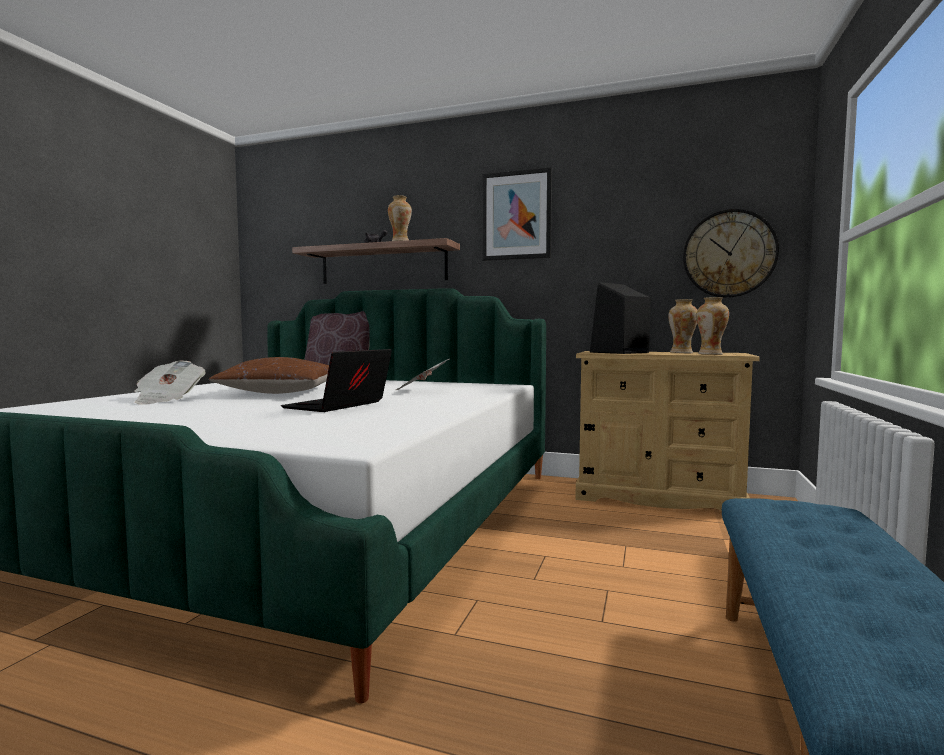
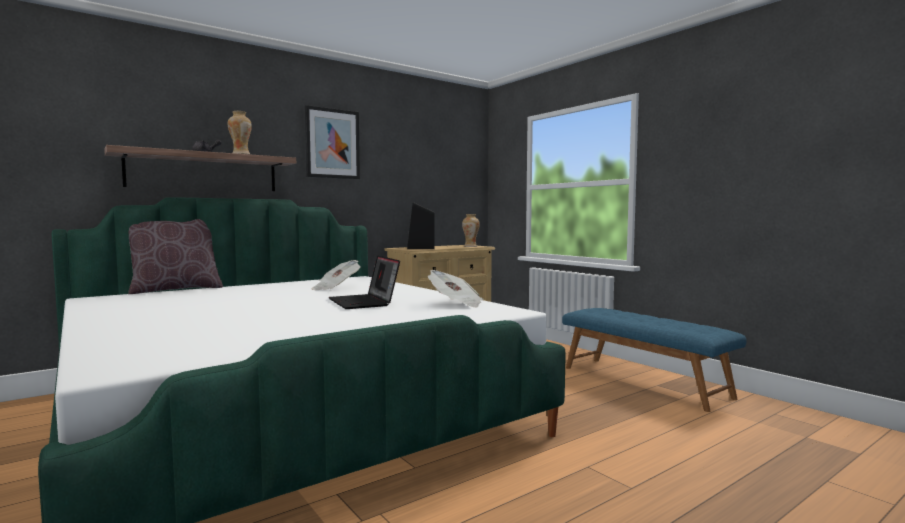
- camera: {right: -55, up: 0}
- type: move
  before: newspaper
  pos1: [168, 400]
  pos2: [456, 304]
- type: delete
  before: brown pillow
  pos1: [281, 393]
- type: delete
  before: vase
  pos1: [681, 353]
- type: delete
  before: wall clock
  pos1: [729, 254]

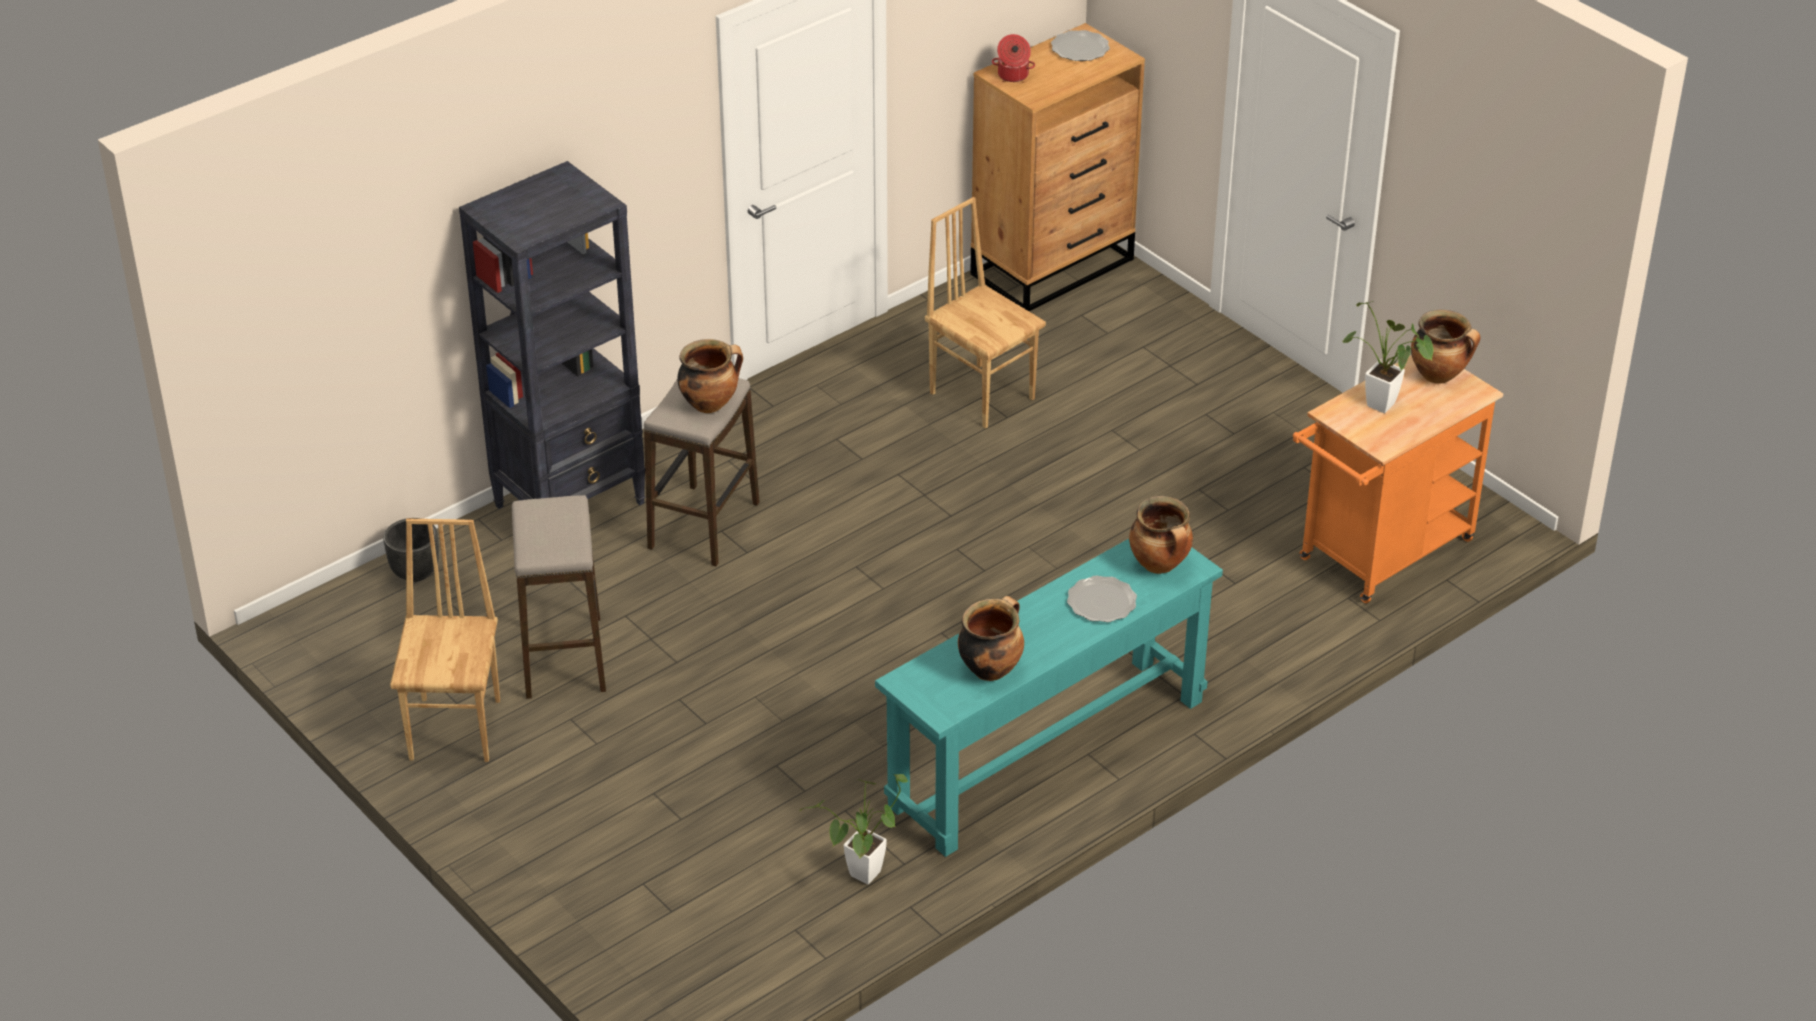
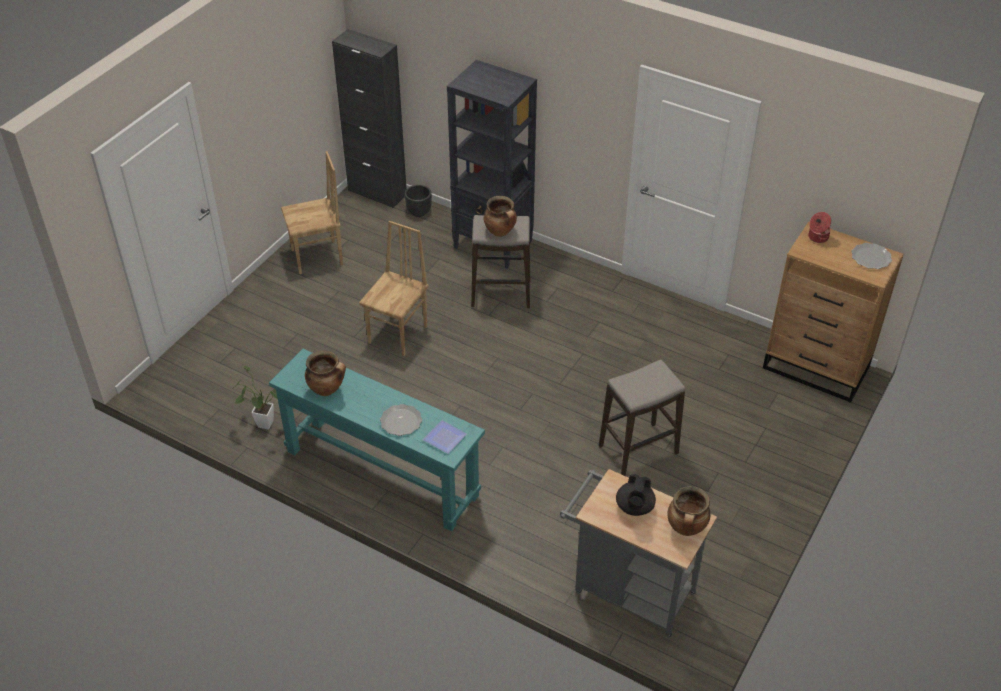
- camera: {right: 70, up: 5}
- type: insert
  after: black cabinet
  pos2: [377, 193]
- type: move
  before: brown chair
  pos1: [982, 394]
  pos2: [399, 334]
- type: replace
  before: cooking pot
  after: plate
  pos1: [1160, 565]
  pos2: [445, 439]
- type: recolor
  before: orange cart
  after: grey cart
  pos1: [1378, 555]
  pos2: [628, 590]
- type: move
  before: stool
  pos1: [563, 658]
  pos2: [638, 450]
- type: replace
  before: potted plant
  after: black teapot
  pos1: [1386, 408]
  pos2: [634, 507]

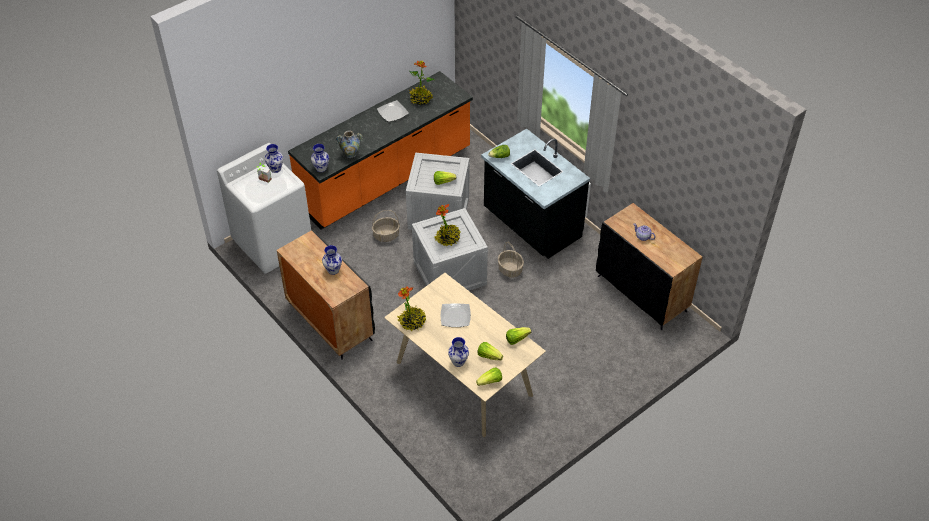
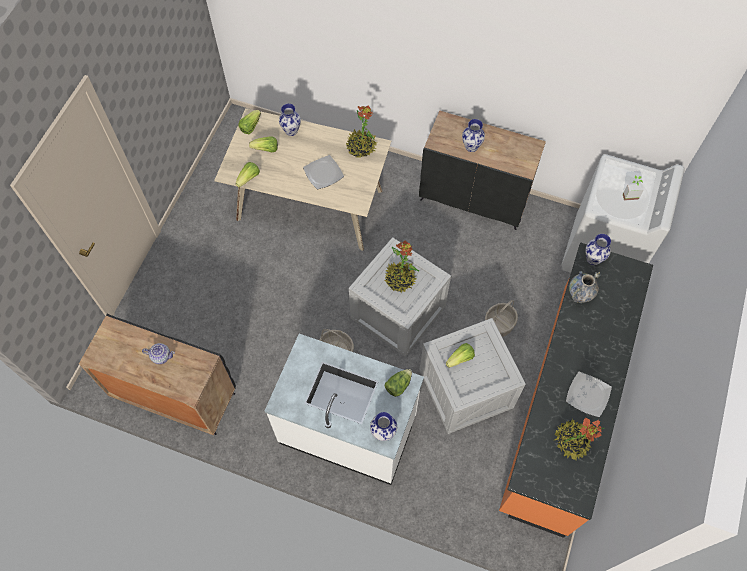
- camera: {right: 150, up: 15}
- type: recolor
  before: black counter
  after: white counter
  pos1: [531, 225]
  pos2: [348, 429]
- type: move
  before: vase
  pos1: [276, 169]
  pos2: [382, 433]

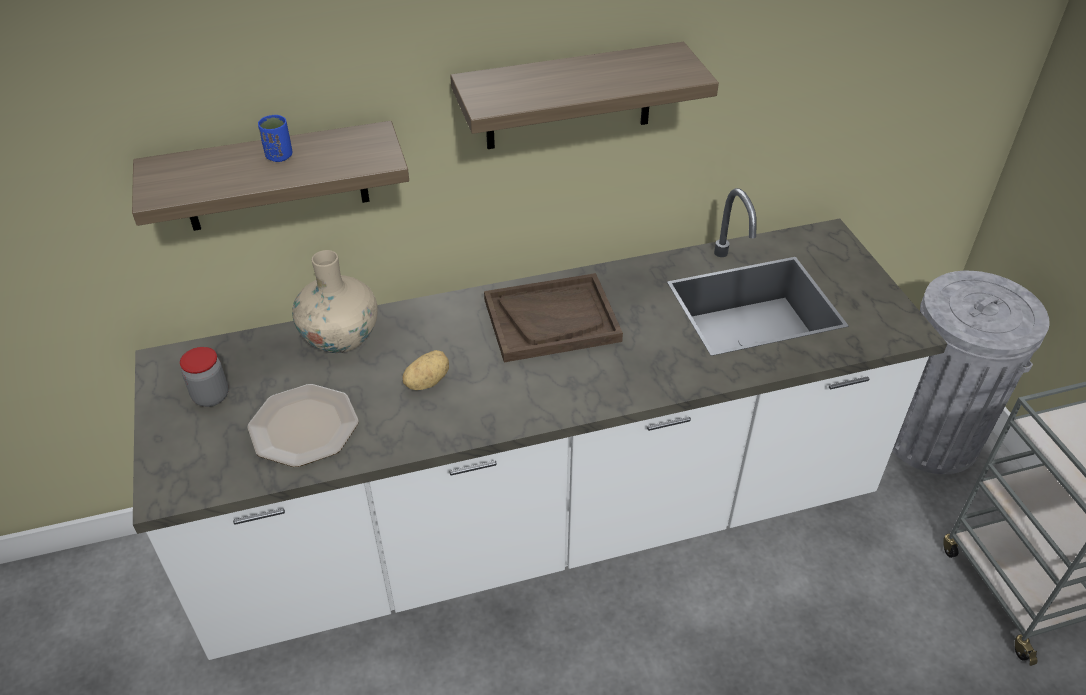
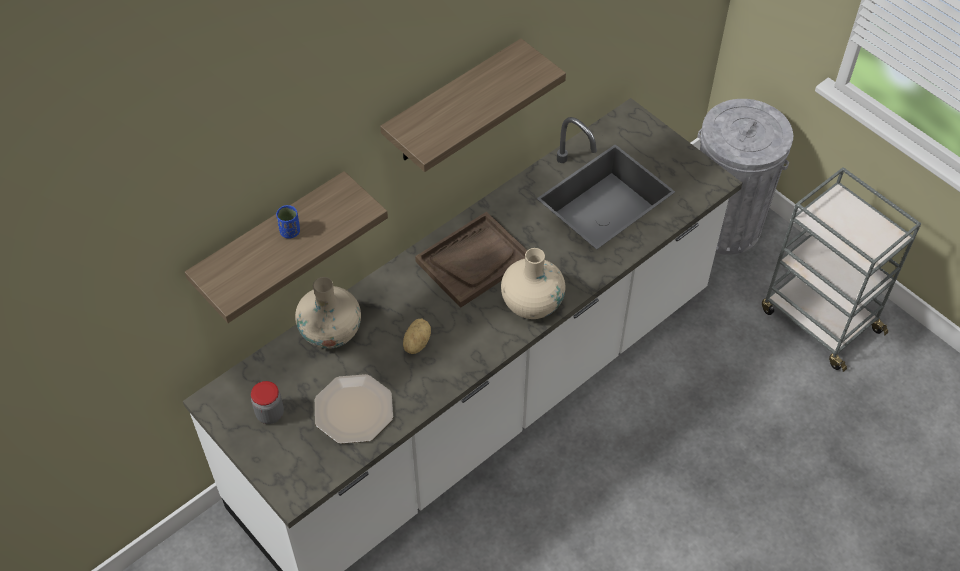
- camera: {right: -25, up: 10}
- type: insert
  after: beige vase
  pos2: [532, 303]

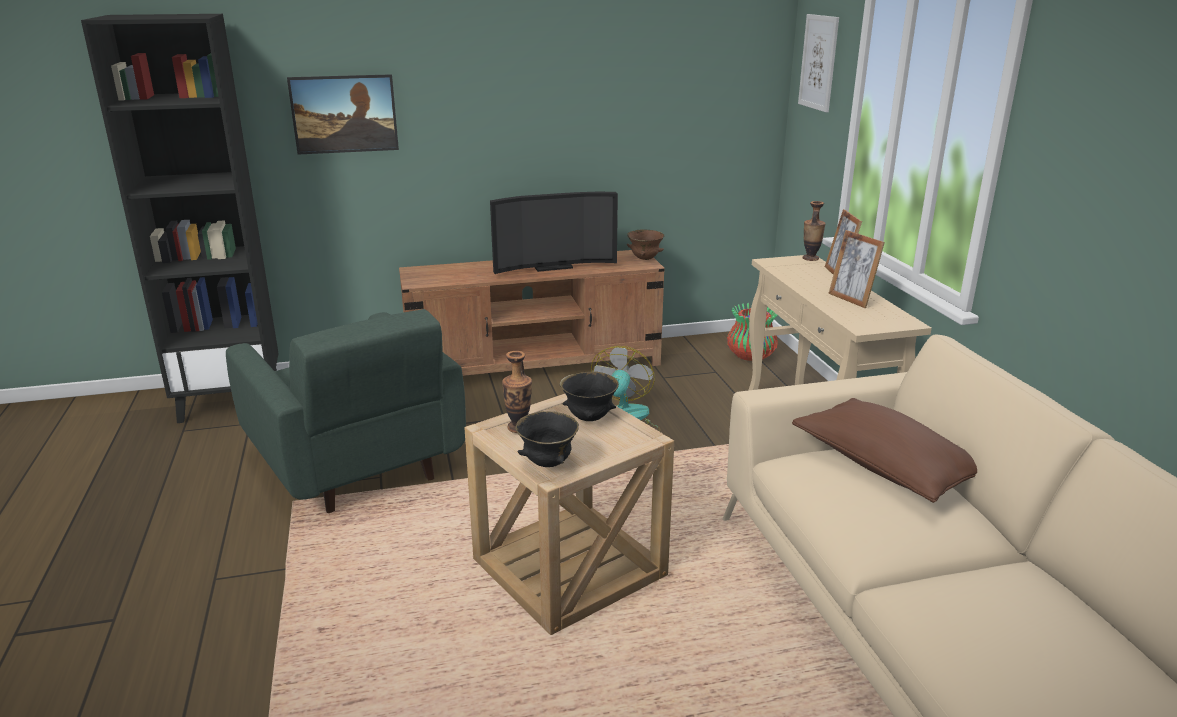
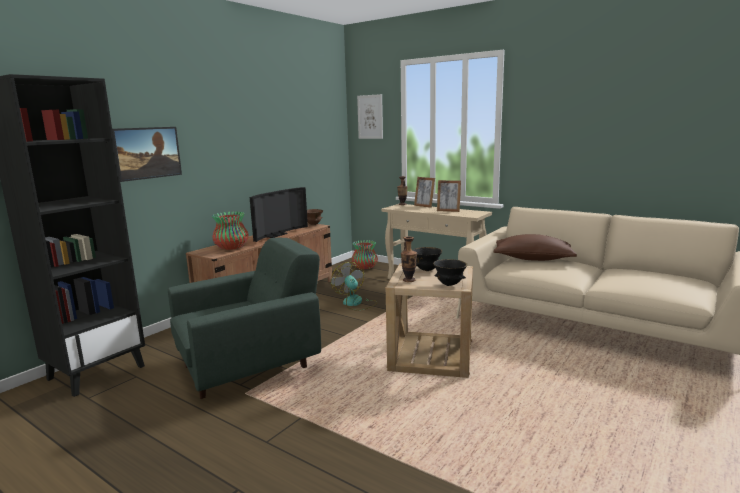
- camera: {right: -40, up: -10}
- type: rotate
  before: green armchair
  pos1: [355, 465]
  pos2: [250, 366]
  turn: -45
- type: insert
  after: vase
  pos2: [232, 247]

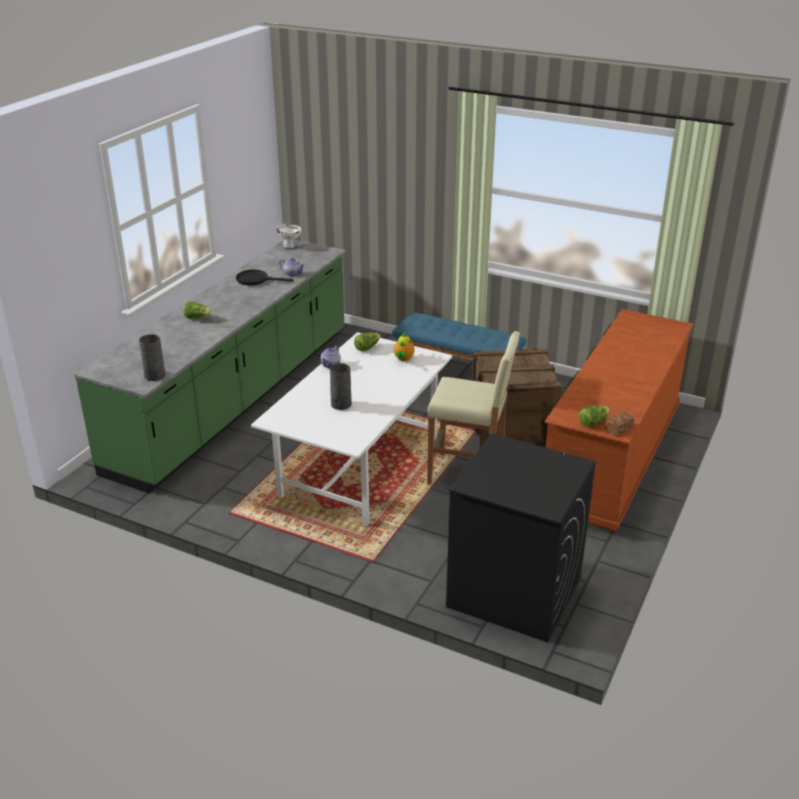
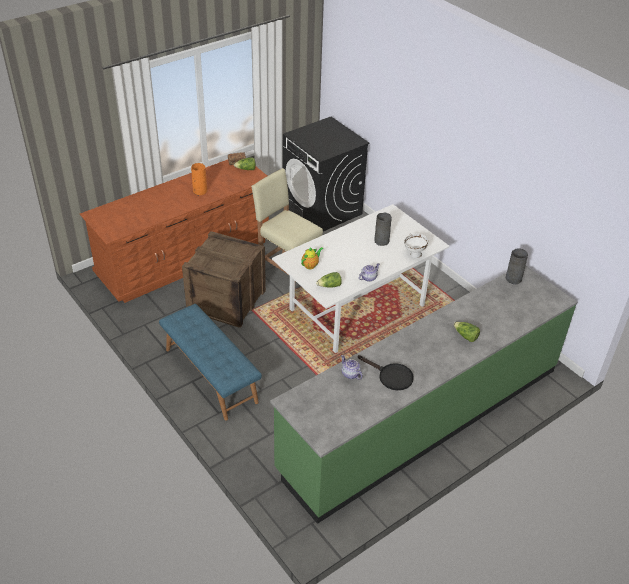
- camera: {right: -155, up: 10}
- type: insert
  after: orange vase
  pos2: [199, 191]
- type: move
  before: white bowl
  pos1: [289, 246]
  pos2: [414, 255]

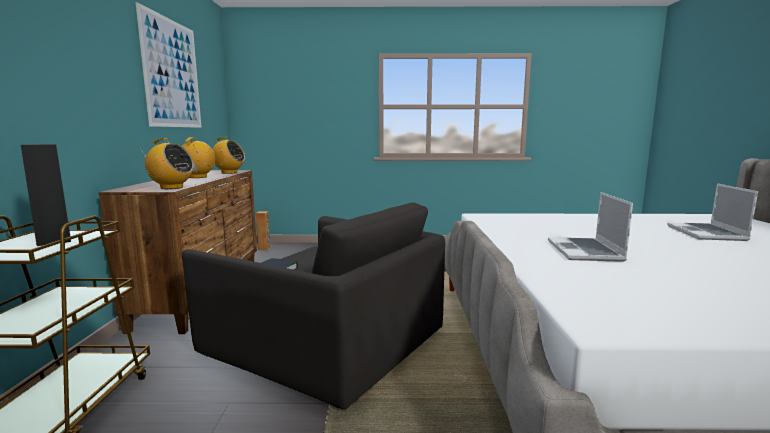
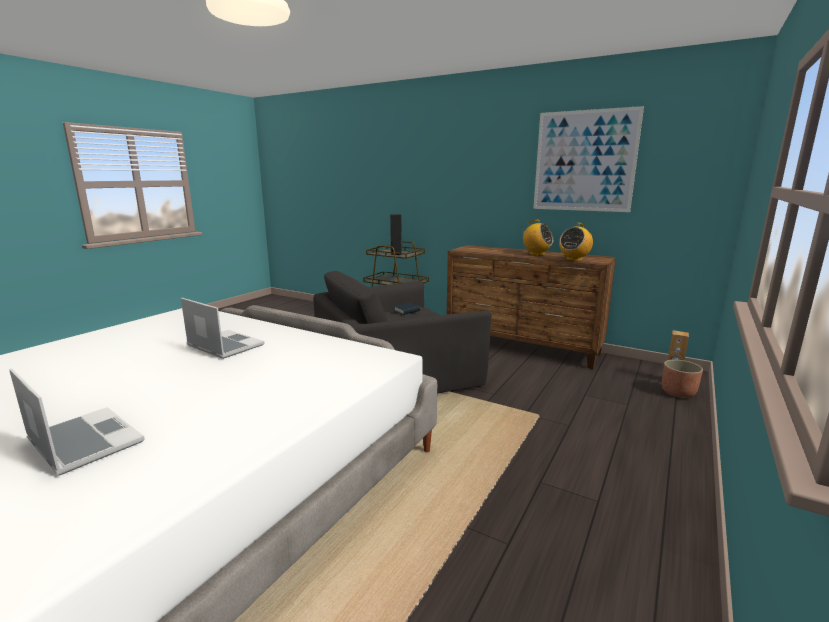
- camera: {right: 120, up: 5}
- type: insert
  after: planter
  pos2: [678, 393]
- type: delete
  before: radio
  pos1: [171, 188]

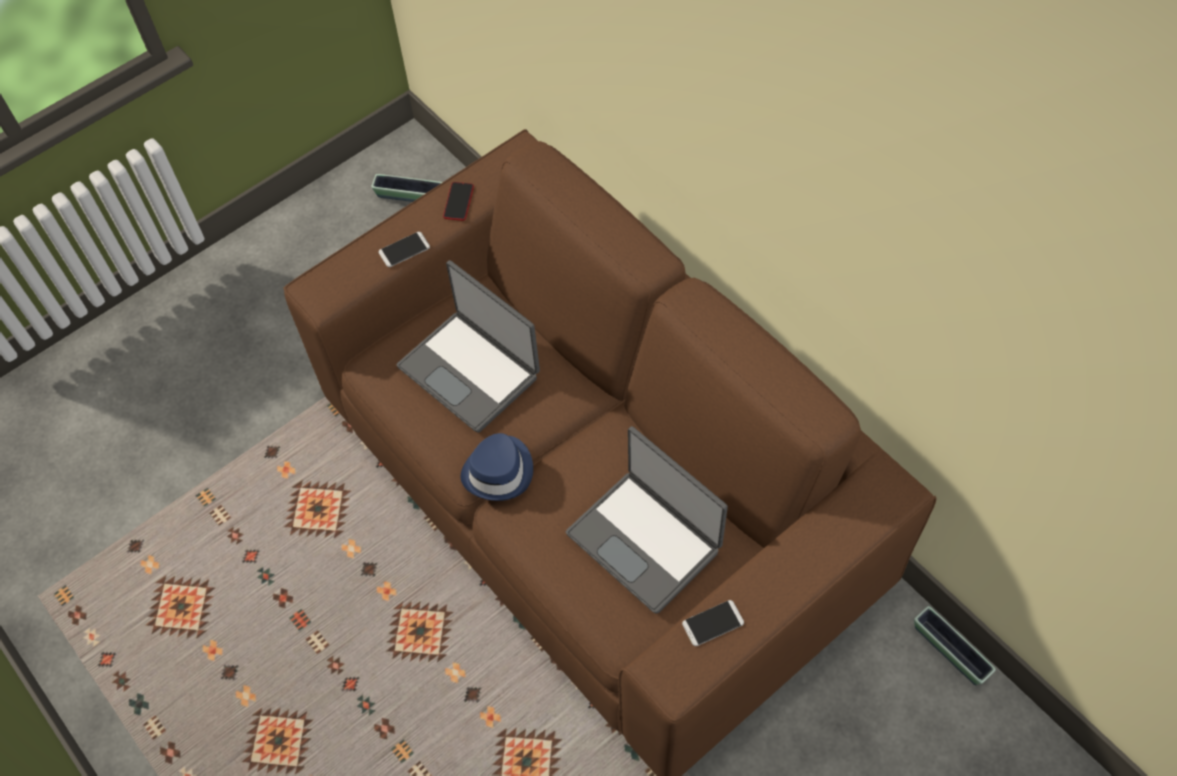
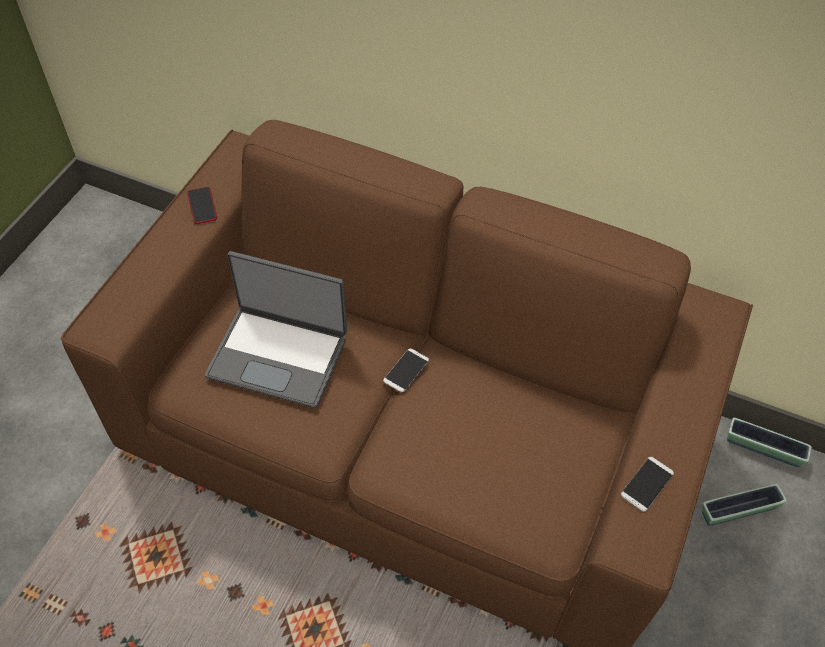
- camera: {right: -30, up: -5}
- type: move
  before: phone
  pos1: [404, 250]
  pos2: [406, 370]
- type: move
  before: planter
  pos1: [410, 196]
  pos2: [738, 510]
- type: delete
  before: blue hat
  pos1: [499, 471]
- type: delete
  before: laptop
  pos1: [645, 540]

